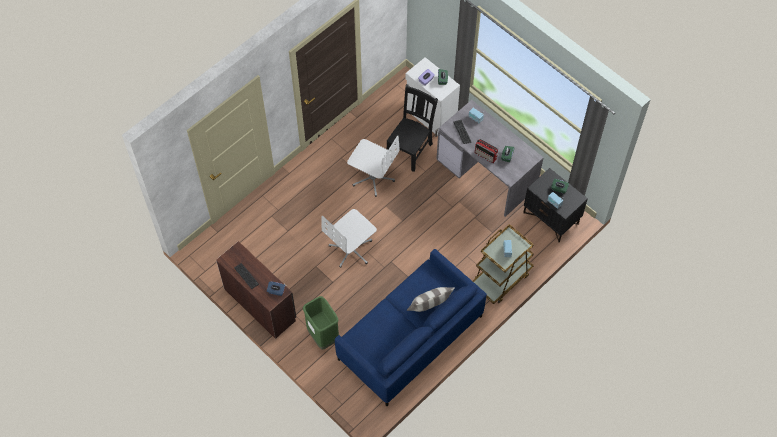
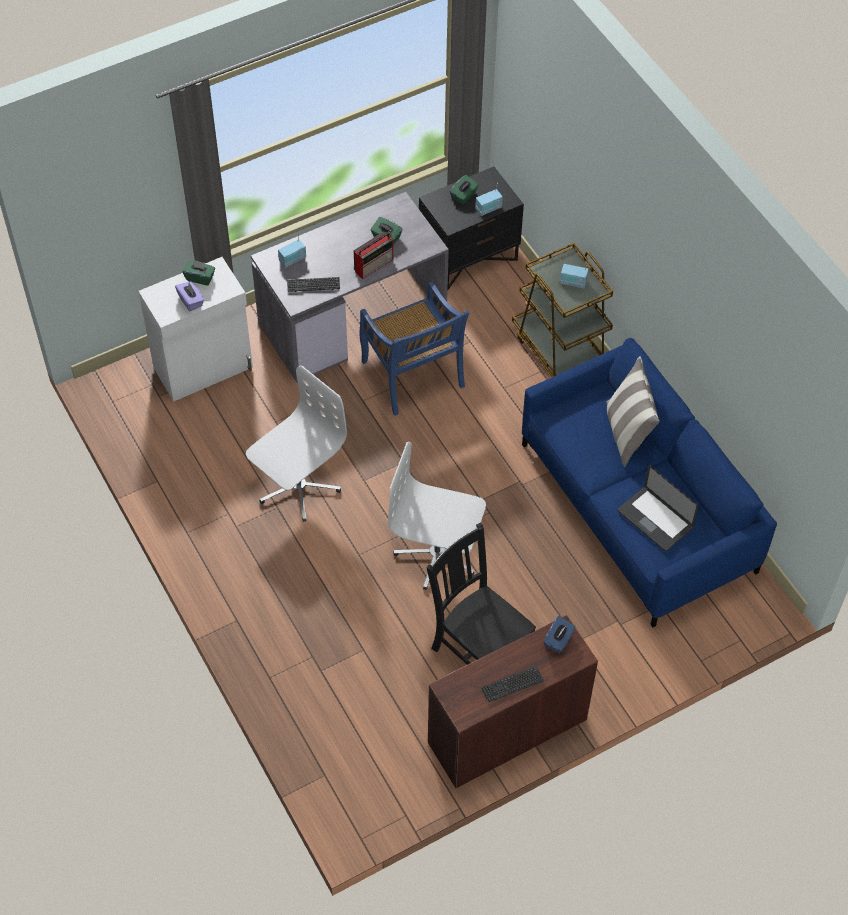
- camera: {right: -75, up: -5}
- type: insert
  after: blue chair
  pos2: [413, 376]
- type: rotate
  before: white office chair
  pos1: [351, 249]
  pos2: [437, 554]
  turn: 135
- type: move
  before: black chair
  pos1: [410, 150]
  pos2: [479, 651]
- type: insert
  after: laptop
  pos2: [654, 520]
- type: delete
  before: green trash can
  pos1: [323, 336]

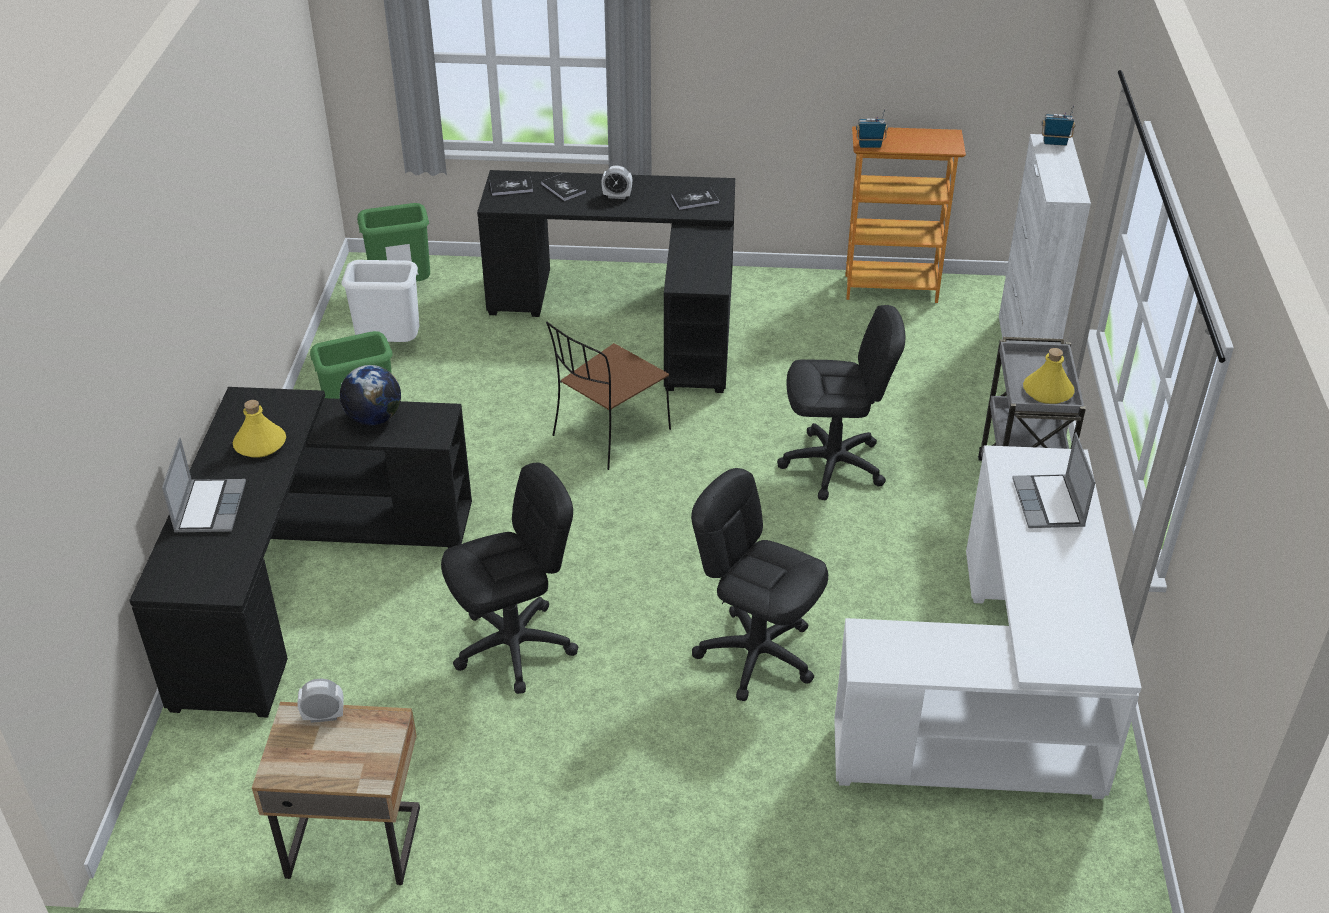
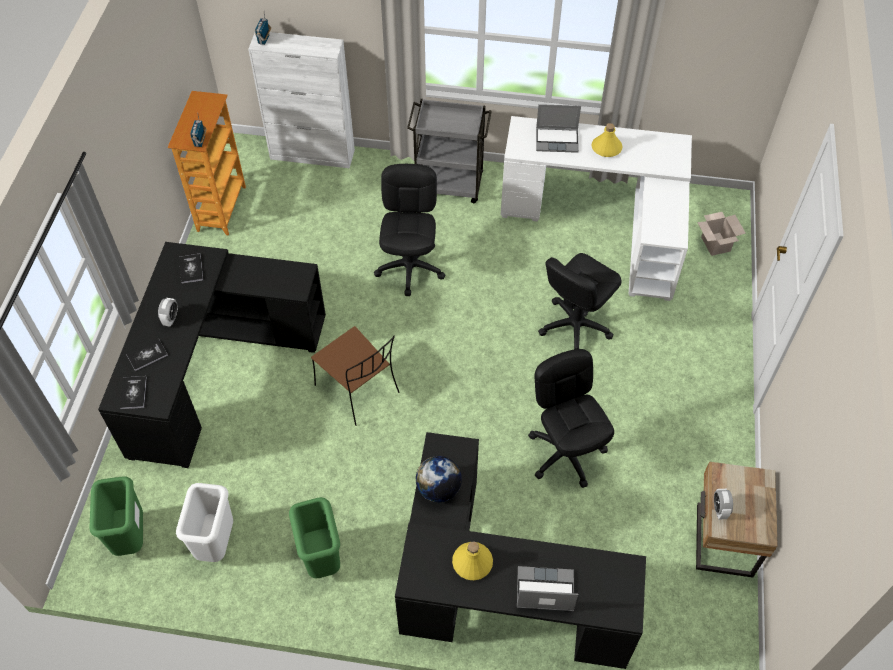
- camera: {right: -85, up: 15}
- type: move
  before: yellow bottle
  pos1: [1047, 391]
  pos2: [606, 148]
- type: insert
  after: cardboard box
  pos2: [716, 244]

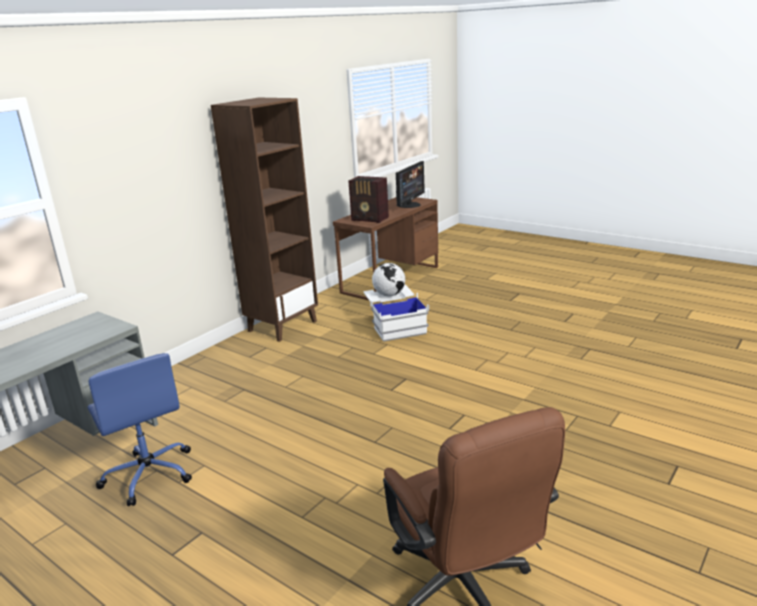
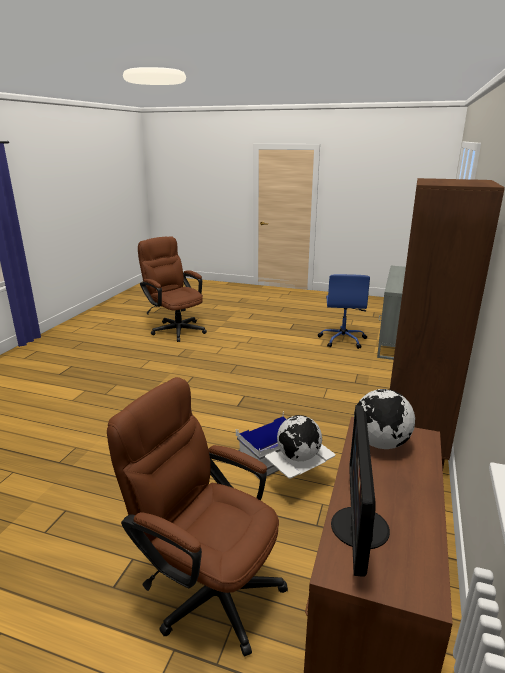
- camera: {right: 160, up: 0}
- type: insert
  after: brown office chair
  pos2: [207, 586]
- type: rotate
  before: blue office chair
  pos1: [149, 474]
  pos2: [342, 340]
  turn: -120
- type: replace
  before: radio
  after: globe
  pos1: [370, 219]
  pos2: [380, 443]

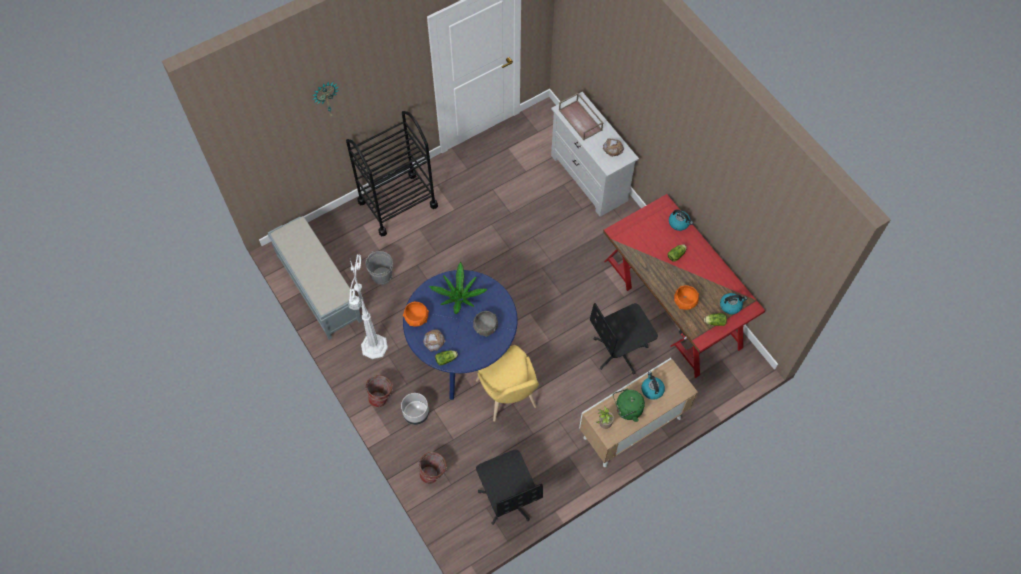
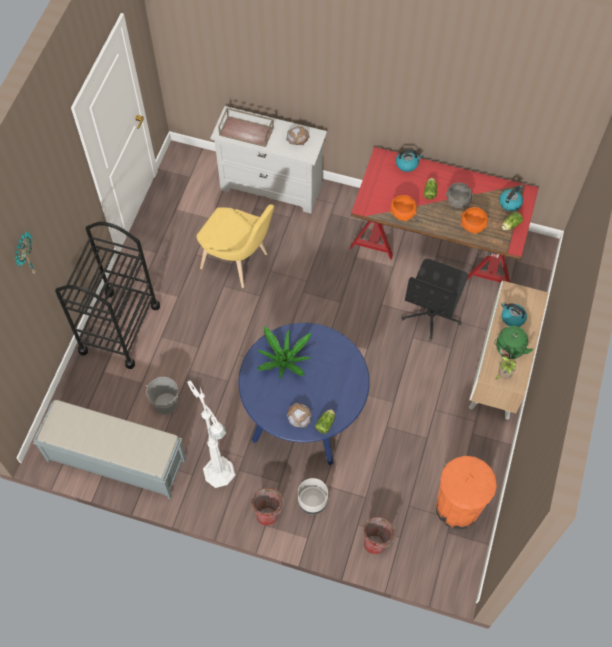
- camera: {right: -40, up: 0}
- type: move
  before: yellow chair
  pos1: [508, 397]
  pos2: [238, 262]
- type: move
  before: orange bowl
  pos1: [416, 318]
  pos2: [402, 213]
- type: replace
  before: black office chair
  after: orange trash can
  pos1: [508, 497]
  pos2: [457, 508]
- type: move
  before: grey bowl
  pos1: [485, 327]
  pos2: [457, 201]

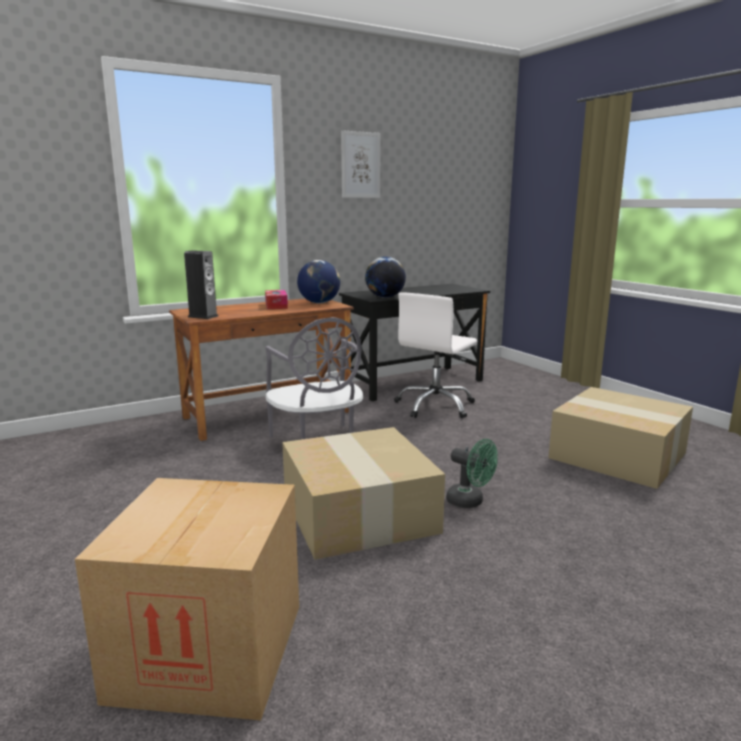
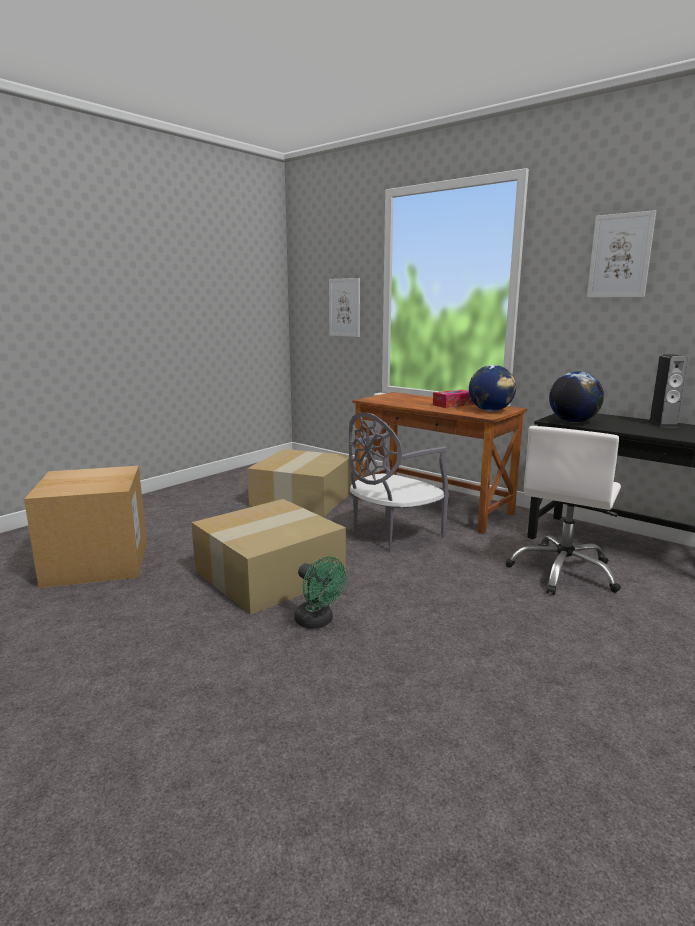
- camera: {right: 70, up: 0}
- type: move
  before: cardboard box
  pos1: [615, 455]
  pos2: [302, 498]
- type: rotate
  before: green fan
  pos1: [470, 502]
  pos2: [318, 622]
  turn: -60
- type: insert
  after: picture
  pos2: [344, 307]
- type: rotate
  before: white office chair
  pos1: [435, 406]
  pos2: [563, 572]
  turn: -75
- type: move
  before: speaker
  pos1: [203, 316]
  pos2: [662, 424]

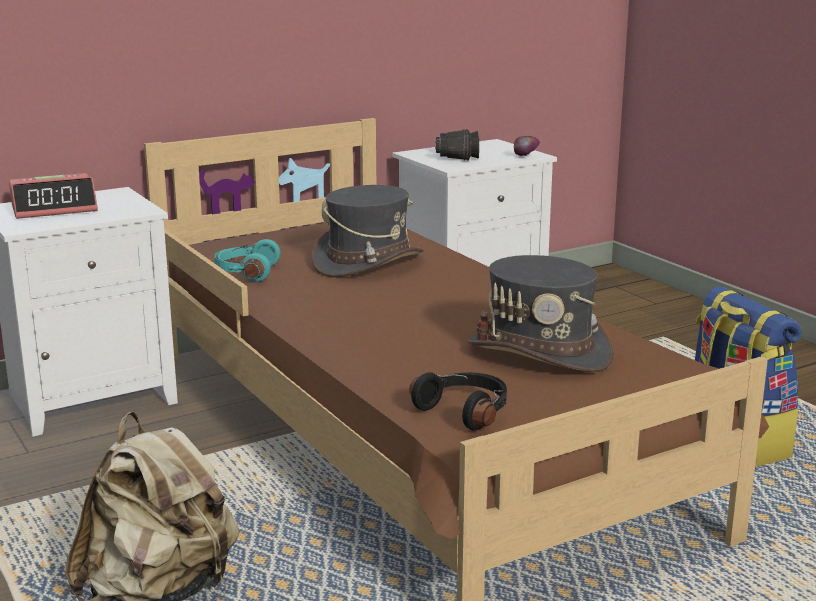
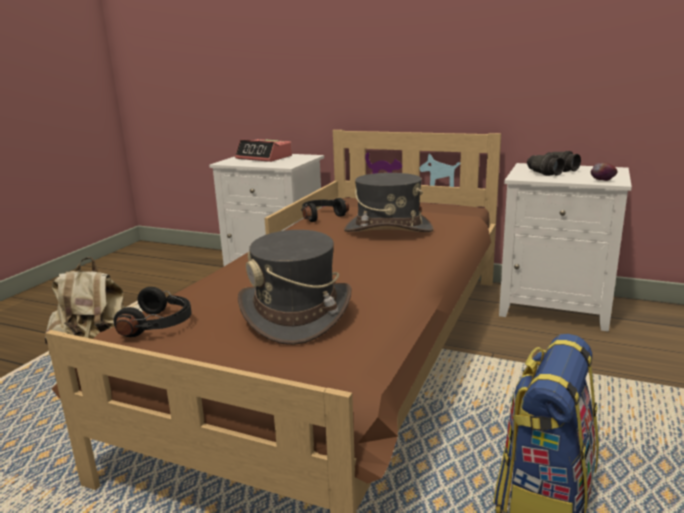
- camera: {right: 55, up: 0}
- type: recolor
  before: turquoise headphones
  after: black headphones
  pos1: [246, 272]
  pos2: [321, 216]

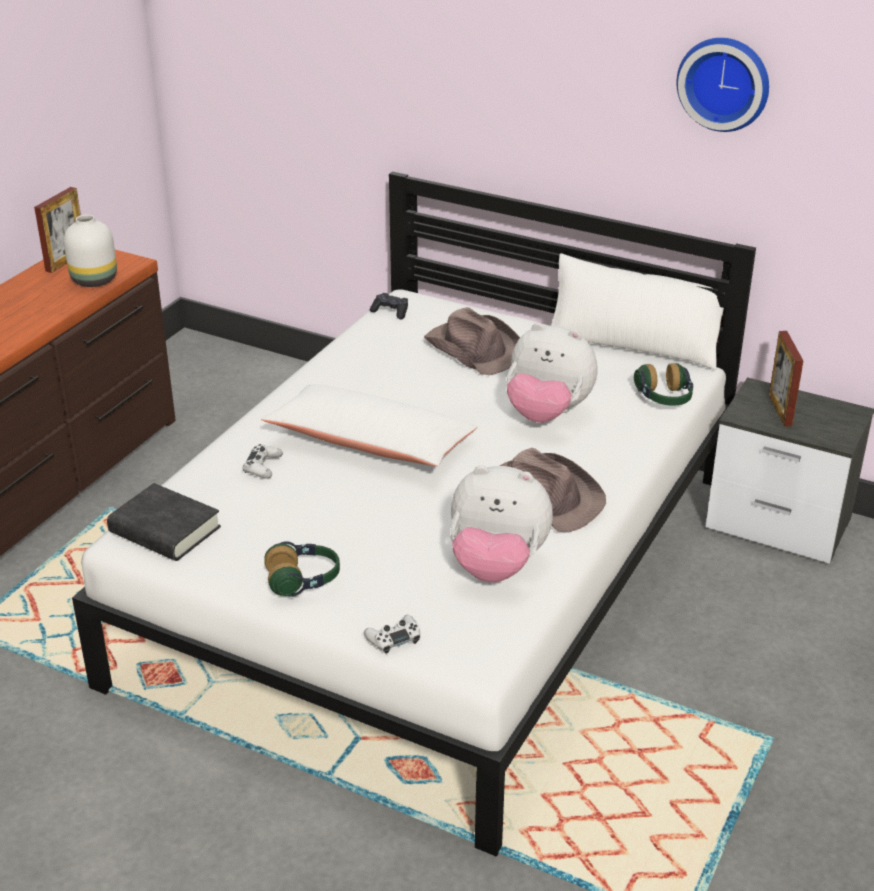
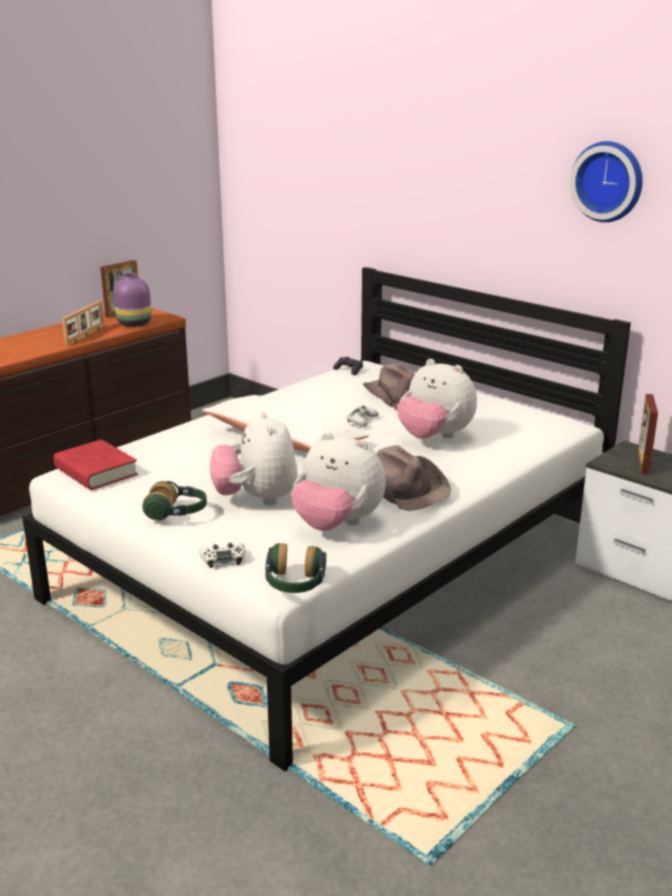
- camera: {right: 15, up: -10}
- type: recolor
  before: black book
  after: red book
  pos1: [165, 530]
  pos2: [96, 471]
- type: insert
  after: picture frame
  pos2: [86, 336]
- type: recolor
  before: white vase
  after: purple vase
  pos1: [93, 280]
  pos2: [133, 324]
- type: insert
  after: plush toy
  pos2: [256, 499]
- type: move
  before: headphones
  pos1: [664, 398]
  pos2: [295, 584]
- type: move
  before: white game controller
  pos1: [262, 466]
  pos2: [362, 420]
- type: delete
  before: white pillow
  pos1: [633, 345]

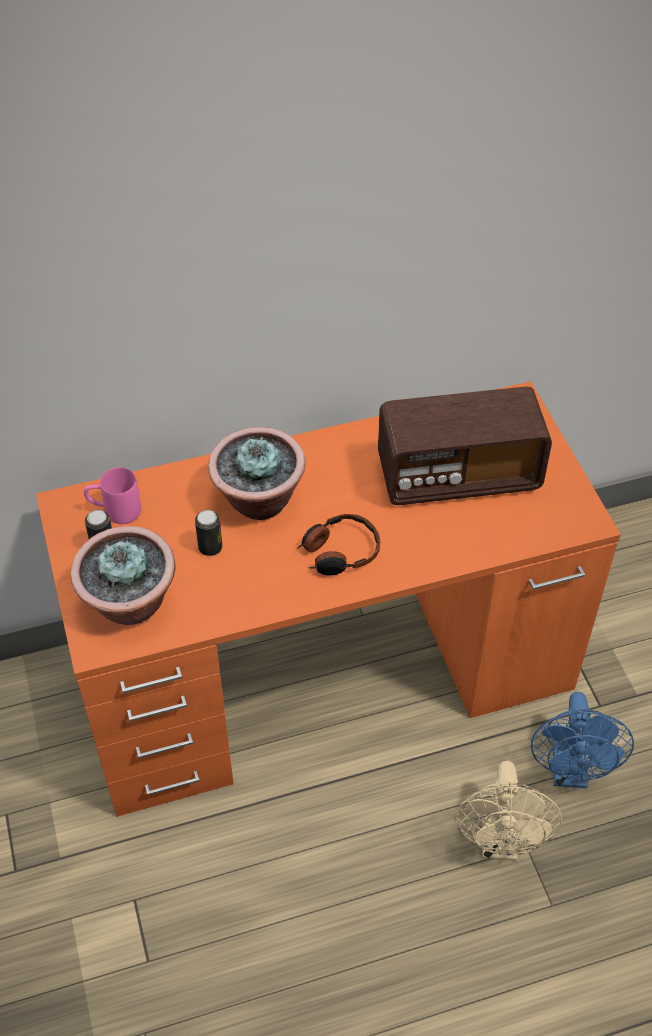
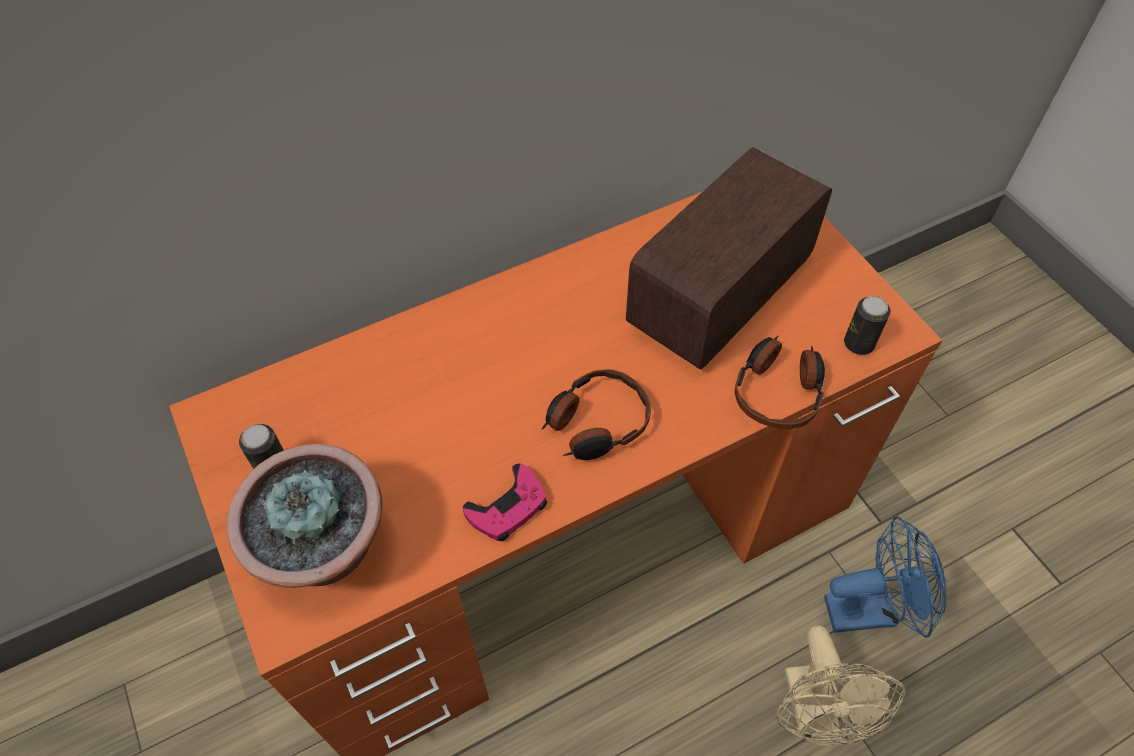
- camera: {right: -10, up: 5}
- type: insert
  after: pink game controller
  pos2: [508, 507]
- type: rotate
  before: radio
  pos1: [458, 475]
  pos2: [720, 294]
  turn: 150
- type: insert
  after: headphones
  pos2: [778, 390]
- type: rotate
  before: blue fan
  pos1: [570, 772]
  pos2: [870, 609]
  turn: -90
- type: move
  before: can
  pos1: [210, 547]
  pos2: [858, 344]
- type: delete
  before: pink mug
  pos1: [115, 511]
- type: delete
  before: potted plant
  pos1: [258, 501]

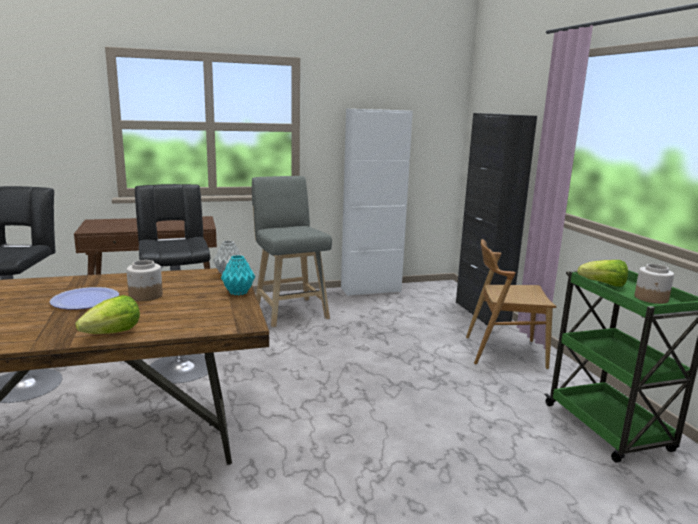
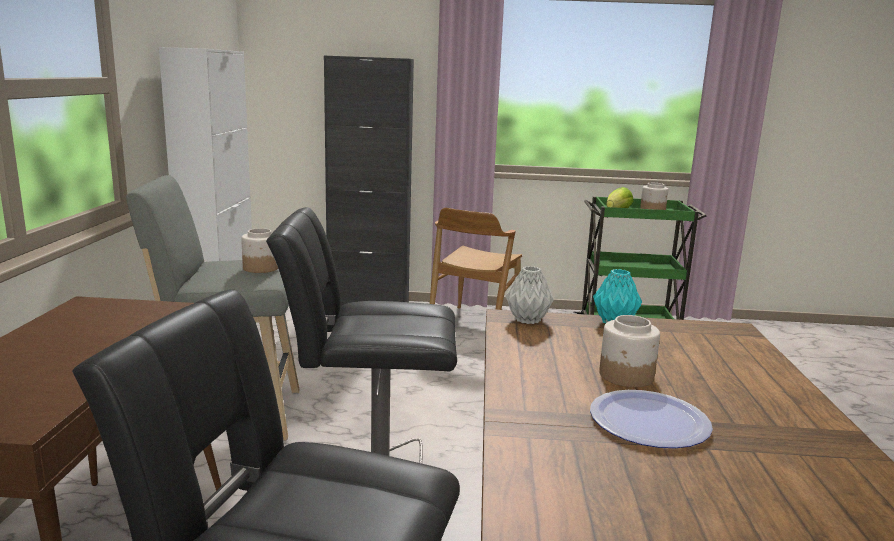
- camera: {right: -70, up: 0}
- type: insert
  after: jar
  pos2: [260, 268]
- type: delete
  before: lettuce
  pos1: [113, 333]

